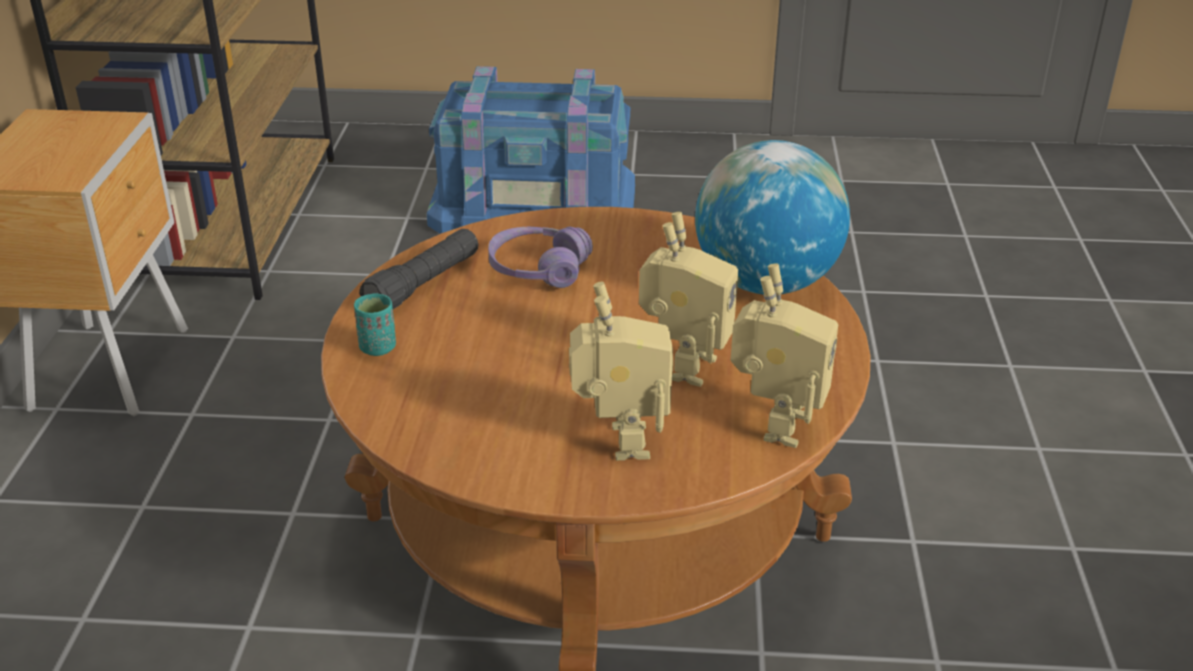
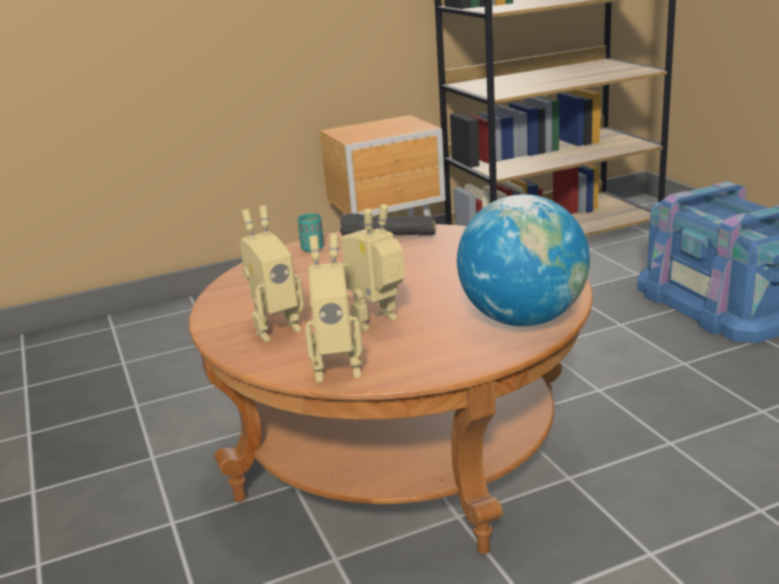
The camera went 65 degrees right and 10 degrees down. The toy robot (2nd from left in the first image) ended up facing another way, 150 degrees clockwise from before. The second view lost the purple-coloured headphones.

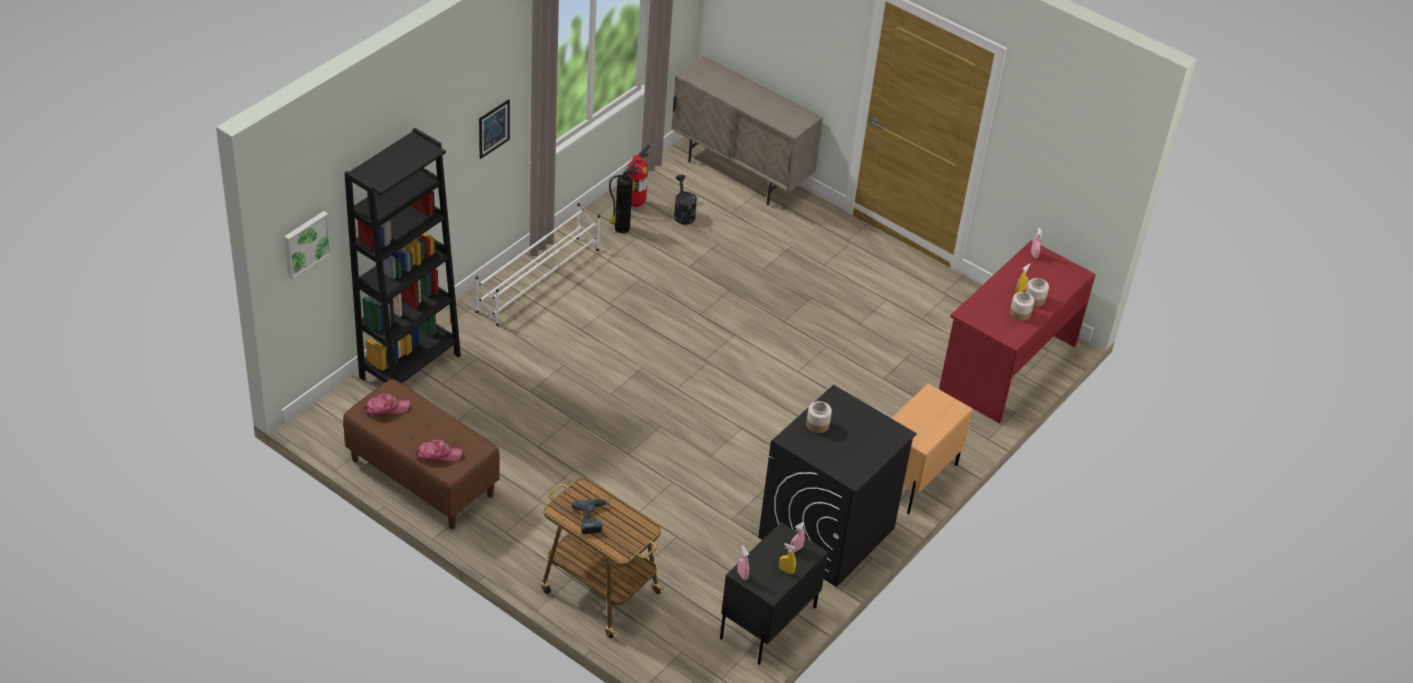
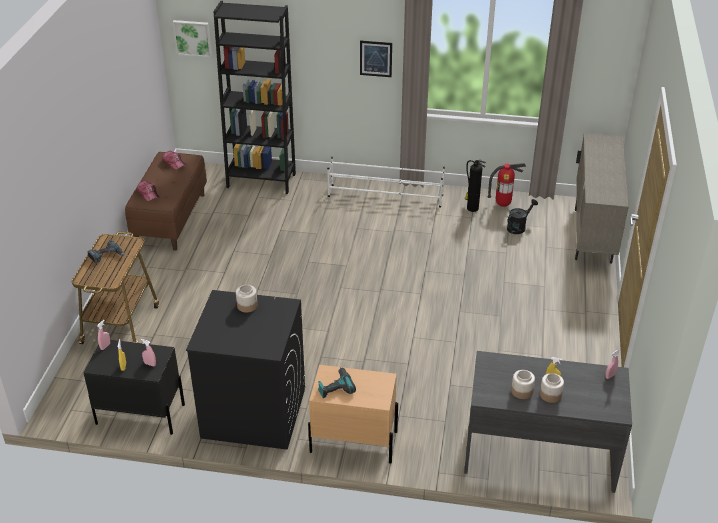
The camera went 65 degrees right and 5 degrees down. What was the red desk turned into the gray desk. The second view gained the electric drill (2nd from left).

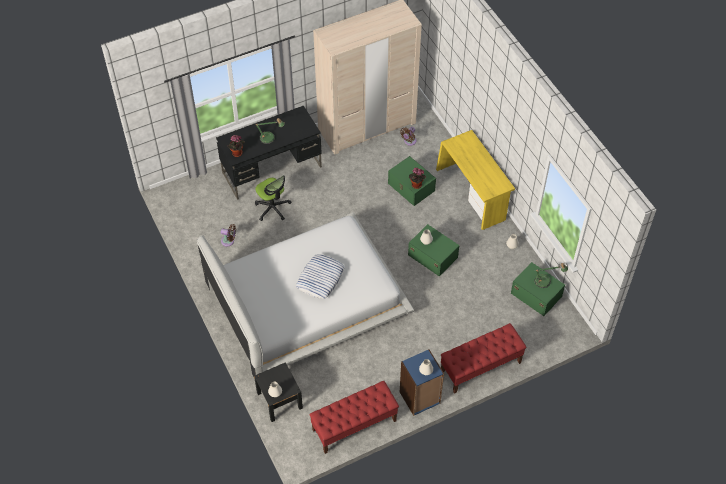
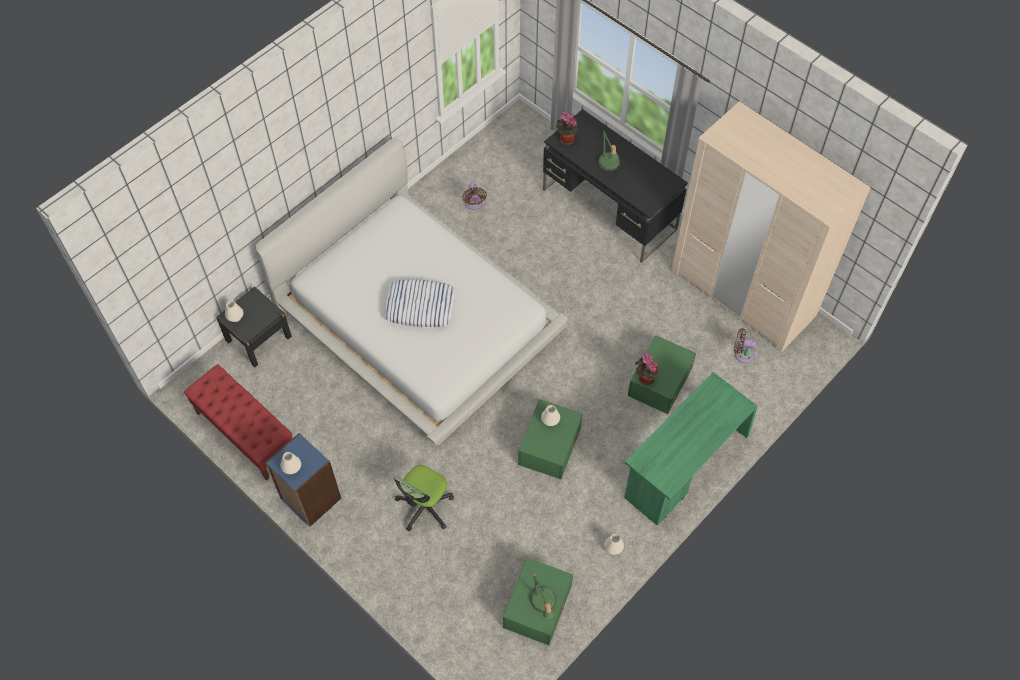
The camera went 70 degrees right and 5 degrees up. What was the yellowish desk turned into the green desk. The desk chair ended up elsewhere. The second view lost the red bench (2nd from left).

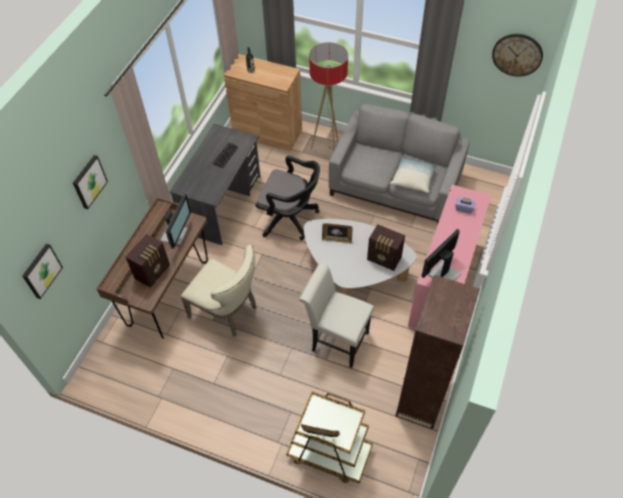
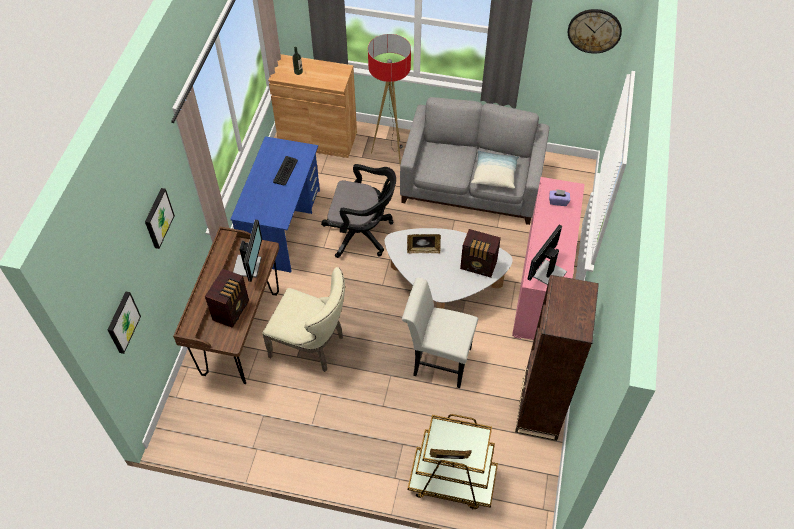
The camera went 10 degrees left and 0 degrees up. What was the gray desk turned into the bluish desk.

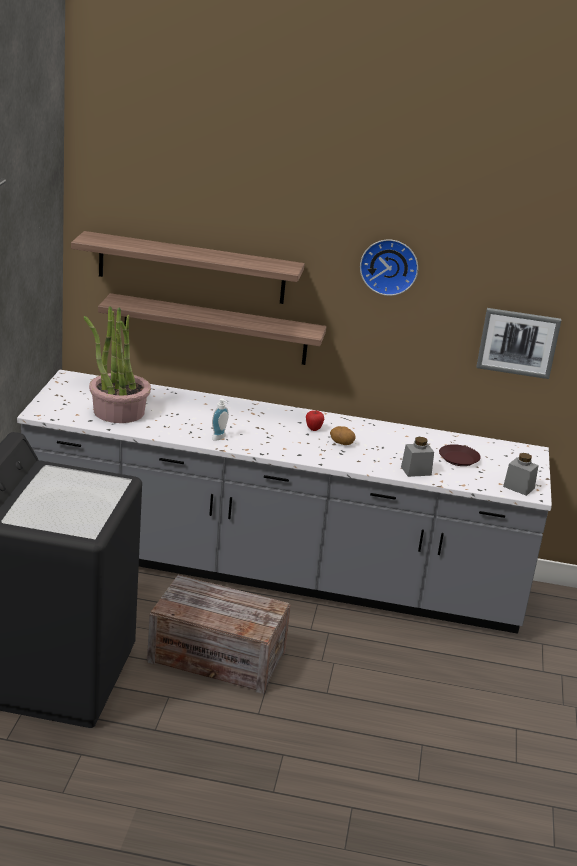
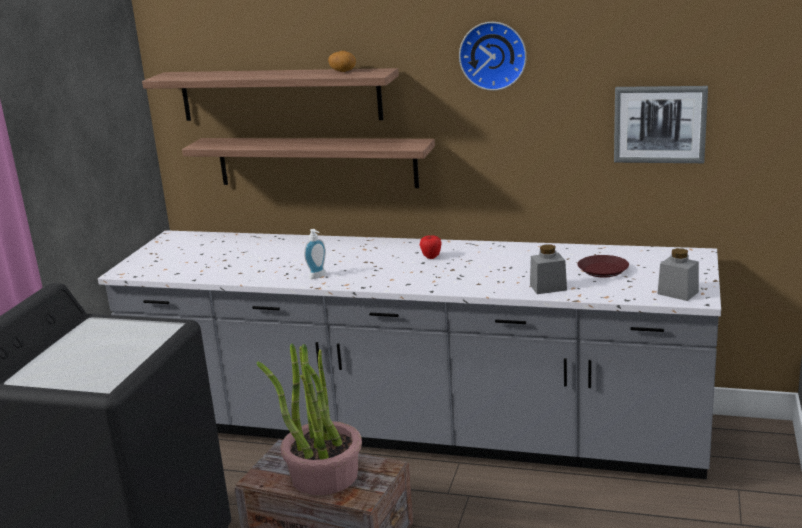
The camera went 10 degrees right and 5 degrees down. The potted plant ended up elsewhere. The whole potato ended up elsewhere.

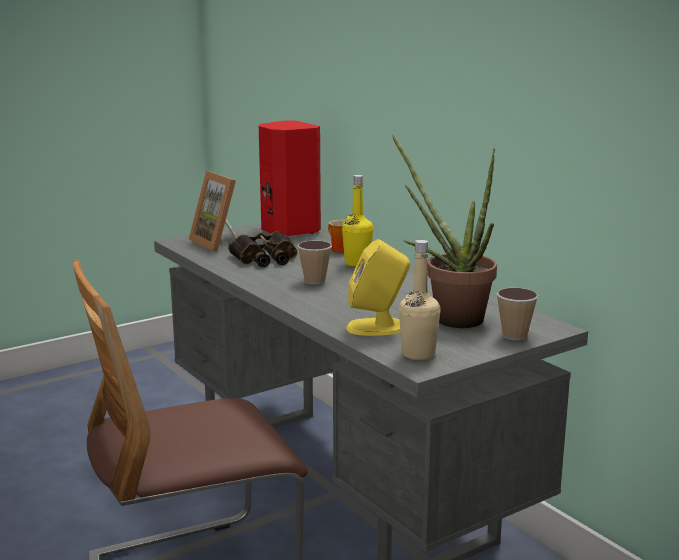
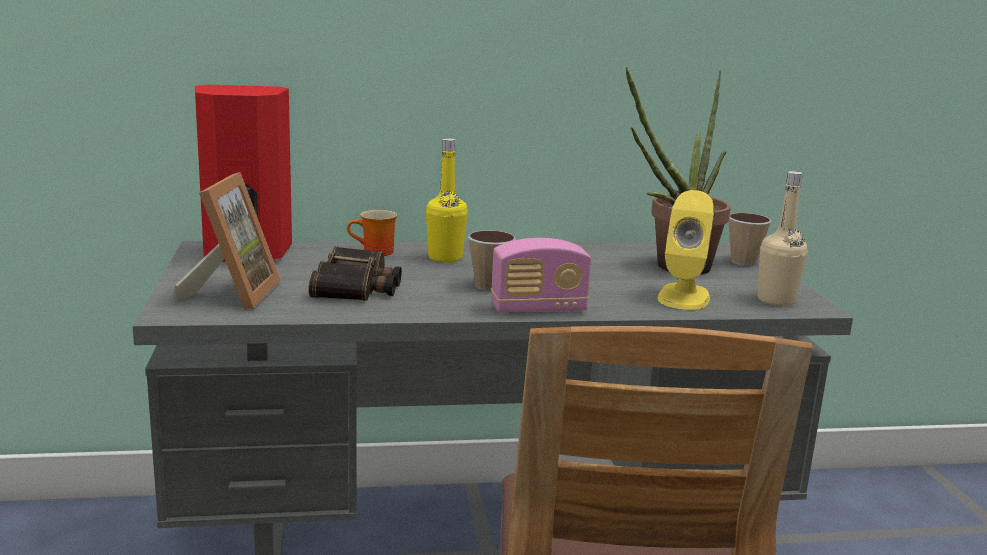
The camera went 65 degrees left and 0 degrees up. The photo frame ended up facing another way, 75 degrees counterclockwise from before. The second view gained the radio receiver.

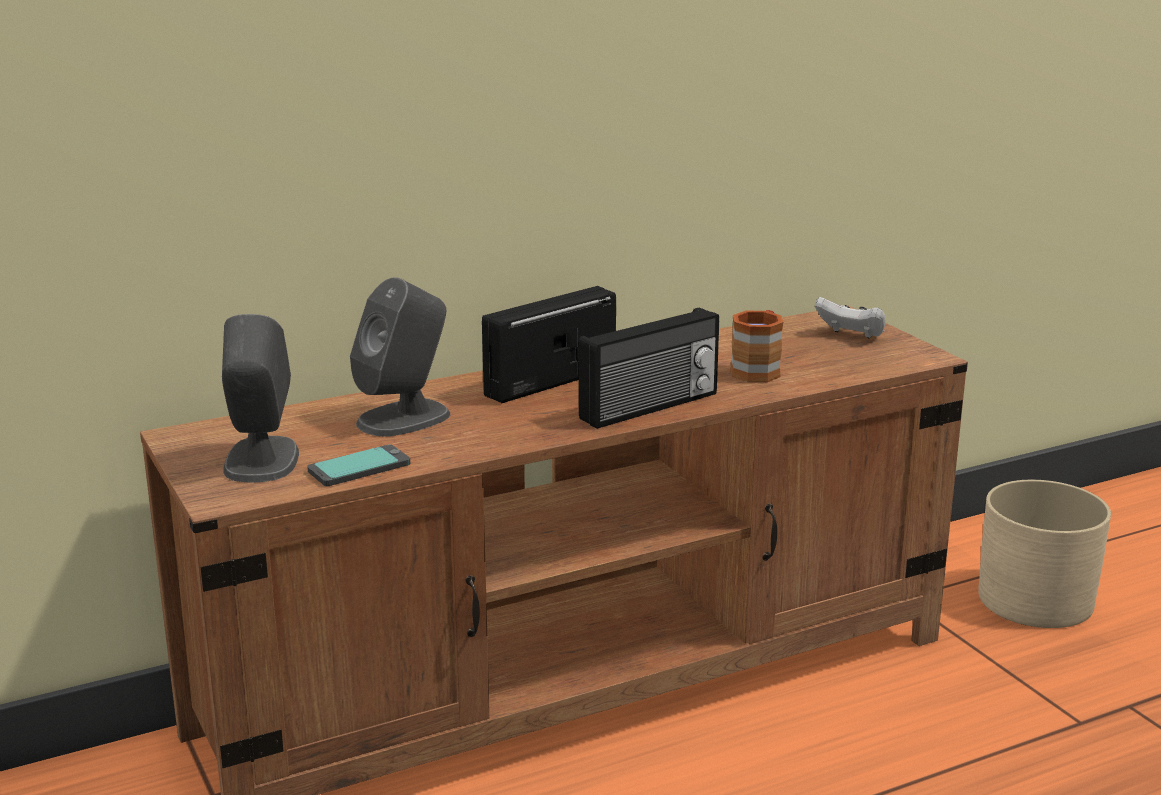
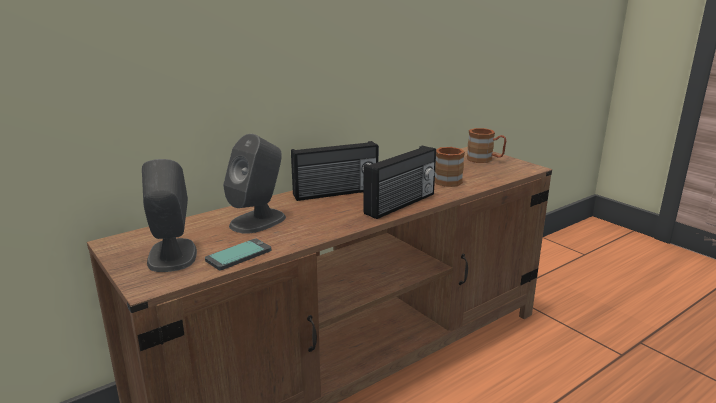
The camera went 10 degrees left and 0 degrees up. The radio receiver (1st from left) ended up facing another way, 150 degrees counterclockwise from before. Where the white-coloured game controller stood, the brown coffee mug (2nd from left) came to stand. The second view lost the sand-coloured planter.

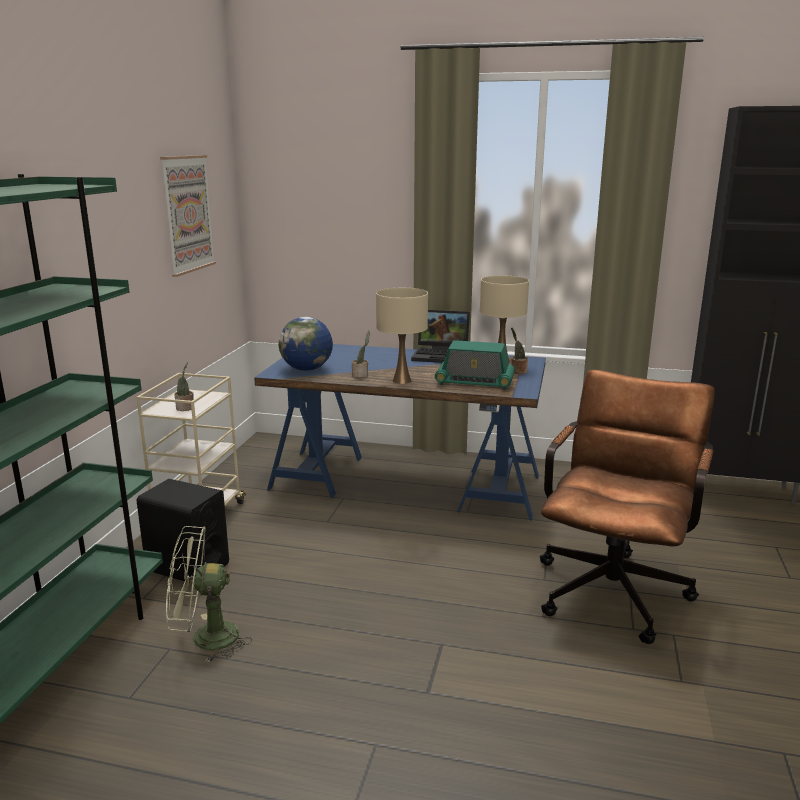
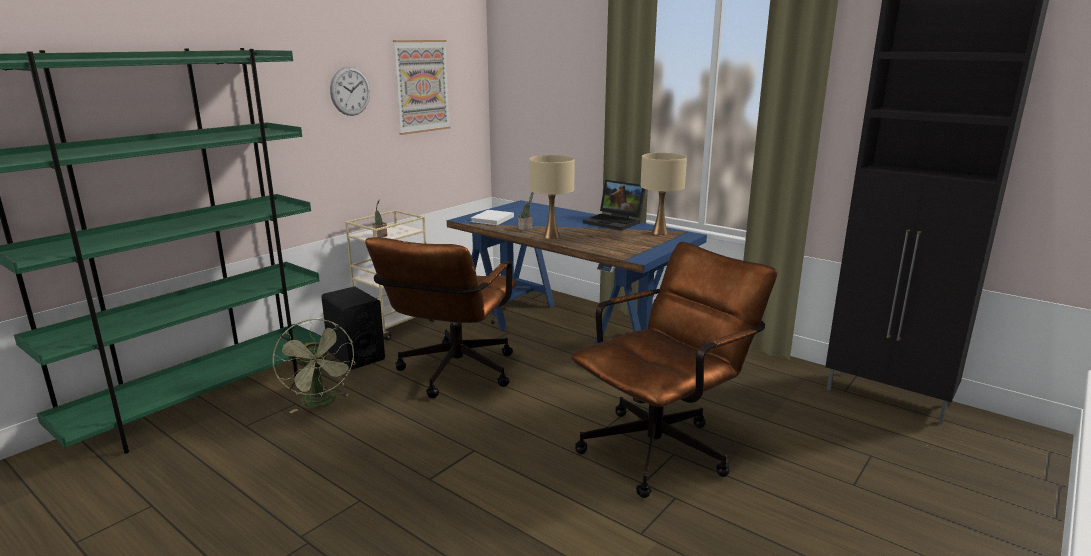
The camera went 25 degrees right and 0 degrees up. Where the globe stood, the white-coloured bound book came to stand. The second view lost the potted plant (3rd from left). The second view lost the radio receiver. The green fan ended up facing another way, 135 degrees counterclockwise from before. The second view gained the hanging clock. The second view gained the brown desk chair (1st from left).

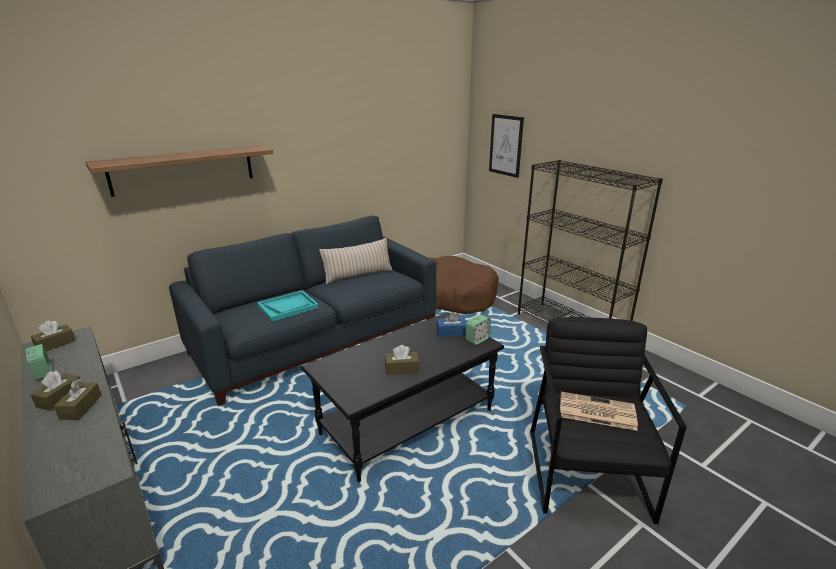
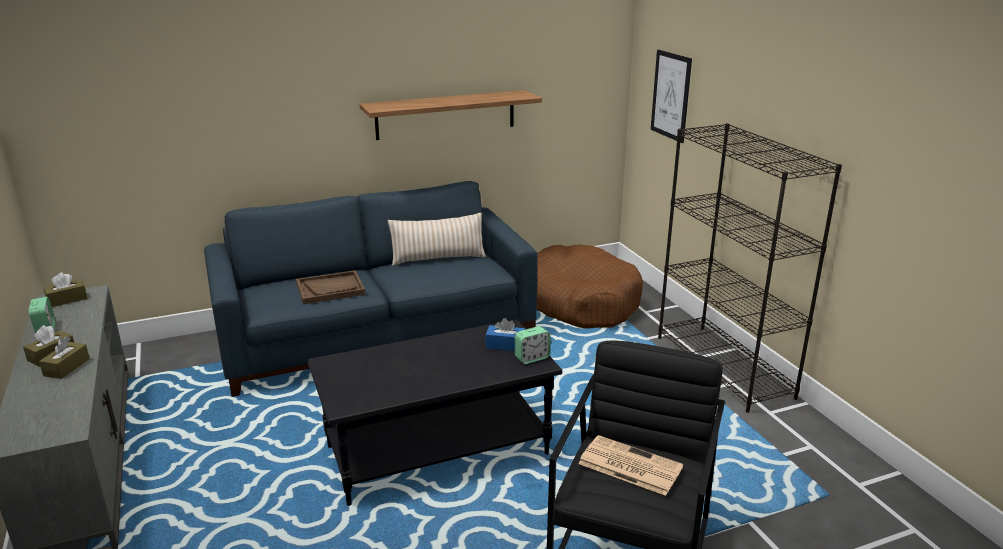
The camera went 15 degrees right and 0 degrees up. The shelf ended up elsewhere. What was the blue-green tray turned into the brown tray. The second view lost the brown tissue box (4th from left).

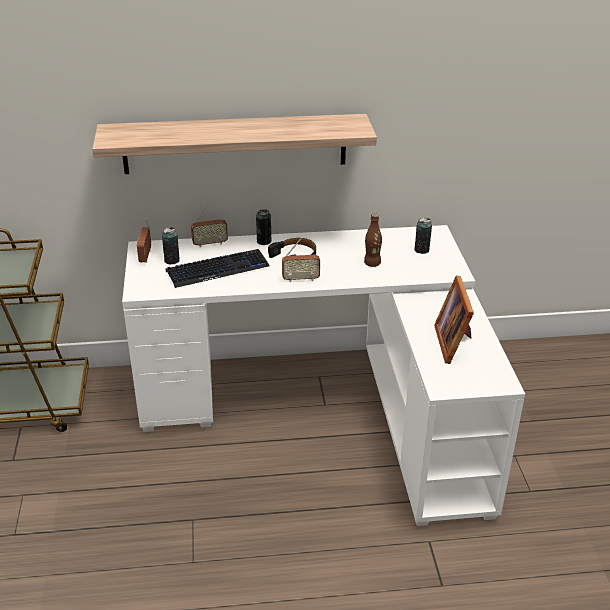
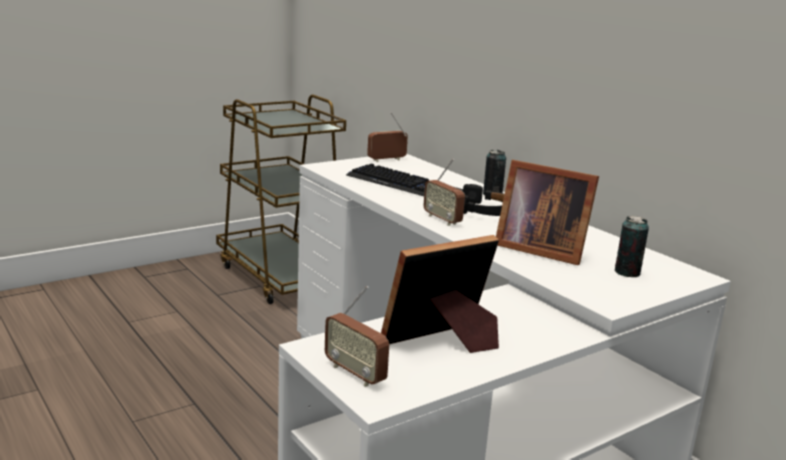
The camera went 60 degrees right and 15 degrees down. The second view lost the shelf. The radio receiver (2nd from left in the first image) ended up elsewhere. Where the brown bottle stood, the photo frame (2nd from left) came to stand. The second view lost the can (1st from left).

